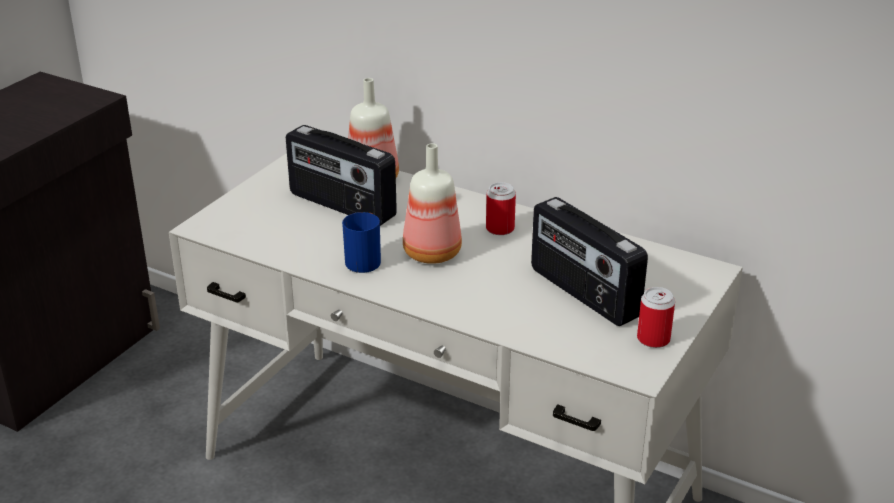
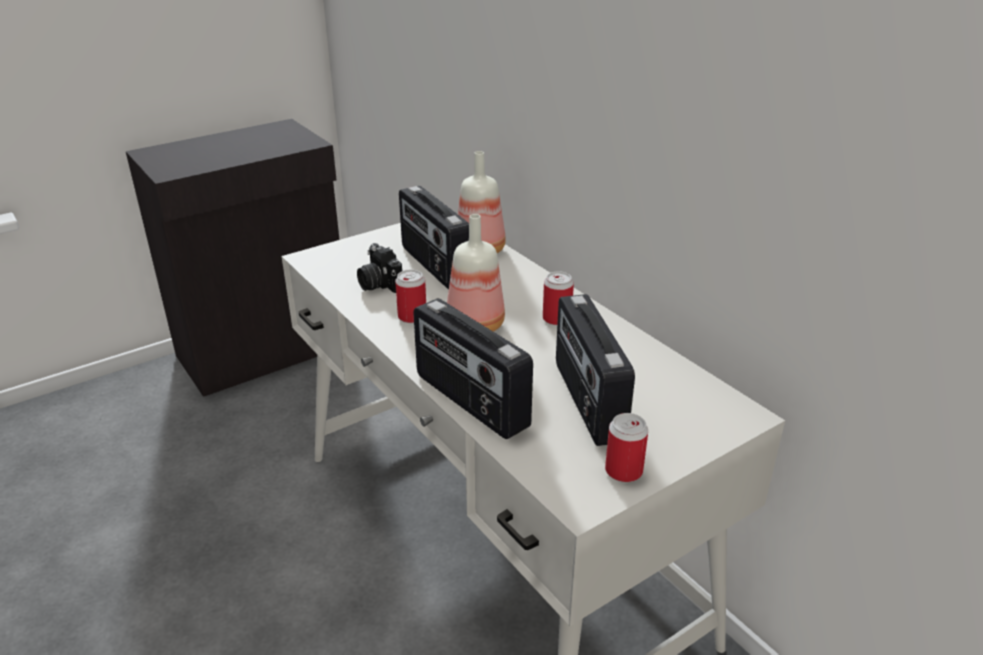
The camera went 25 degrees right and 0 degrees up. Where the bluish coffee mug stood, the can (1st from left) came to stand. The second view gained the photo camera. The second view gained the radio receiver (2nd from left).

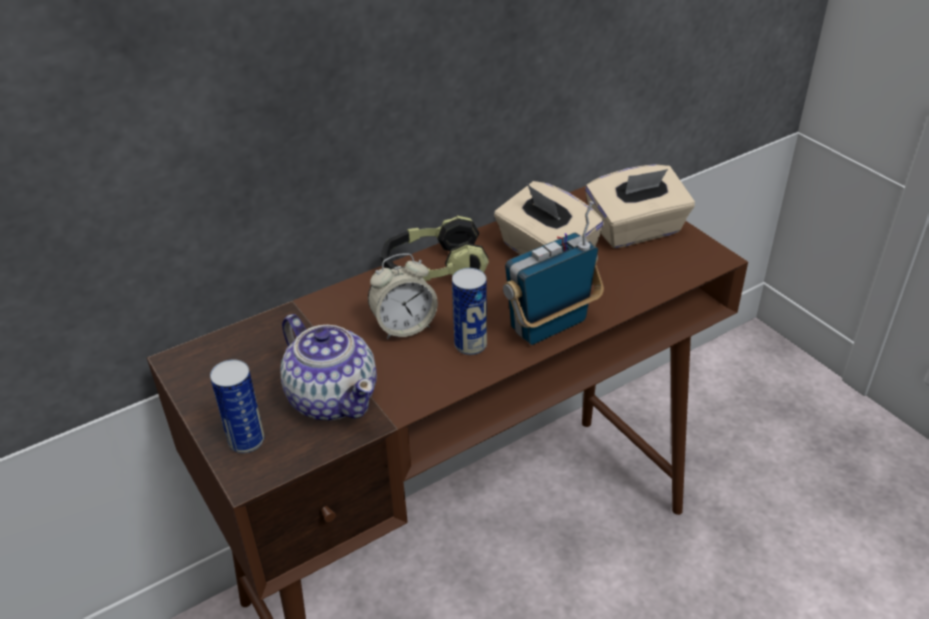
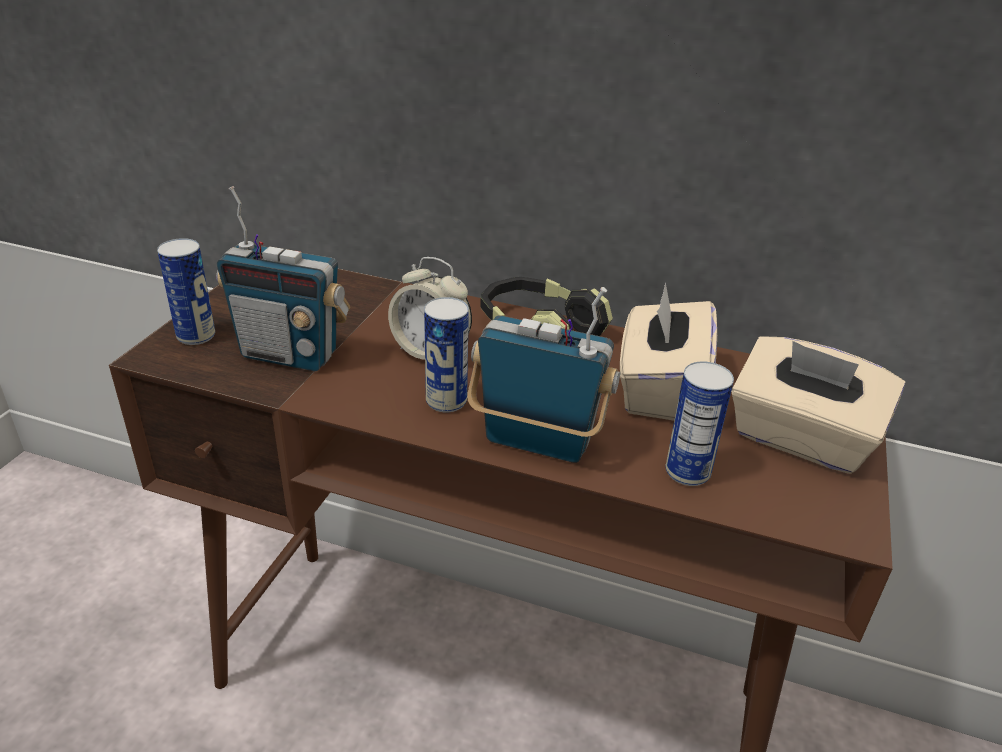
The camera went 50 degrees right and 5 degrees down. Where the teapot stood, the radio receiver (1st from left) came to stand. The second view gained the can (3rd from left).

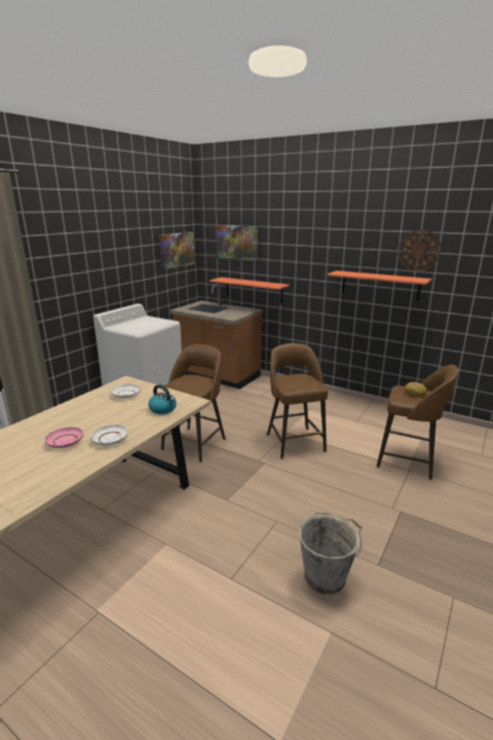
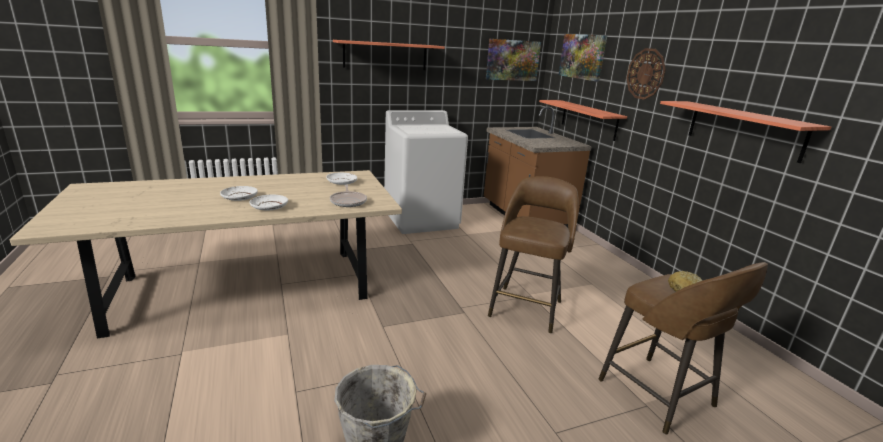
The camera went 35 degrees right and 0 degrees up. The hanging clock ended up elsewhere. The second view lost the brown stool seat (1st from left). Where the tea kettle stood, the skillet came to stand. What was the pinkish plate turned into the white-coloured plate (1st from left). The second view gained the shelf (1st from left).

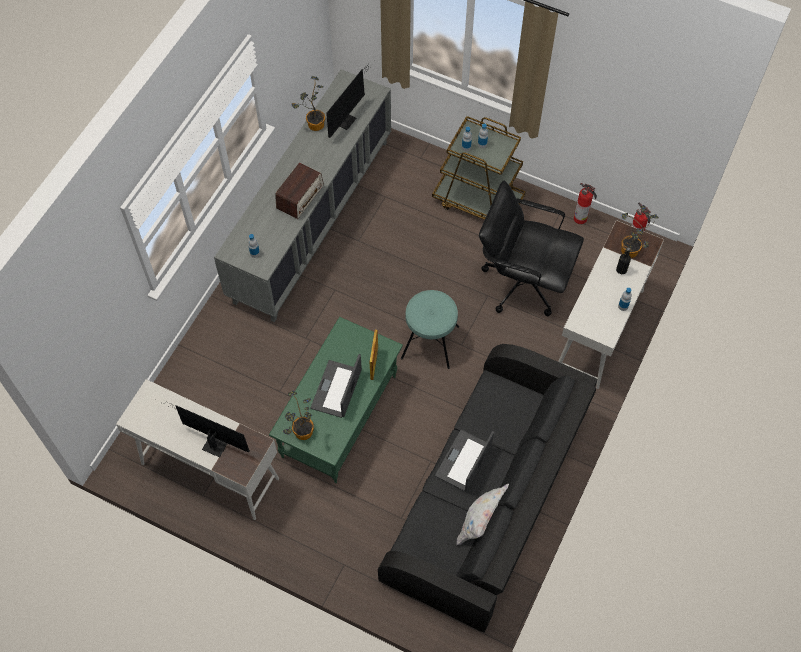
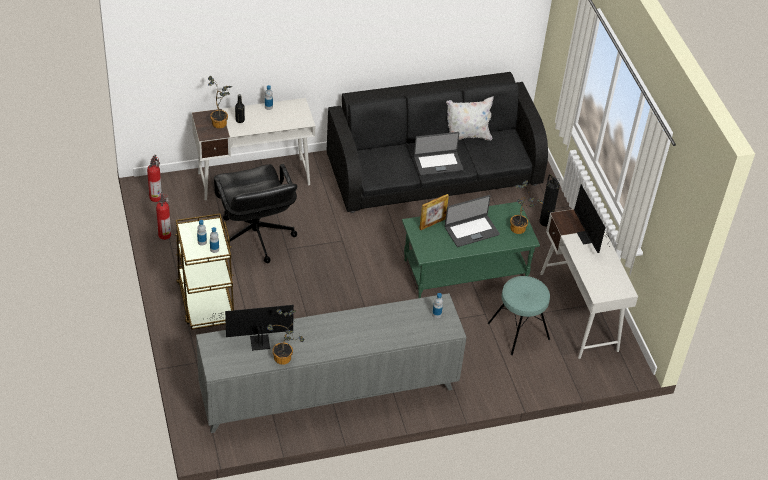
The camera went 135 degrees left and 15 degrees down. The second view lost the radio receiver. The blue-green stool seat ended up elsewhere. The second view gained the fire extinguisher (3rd from left).

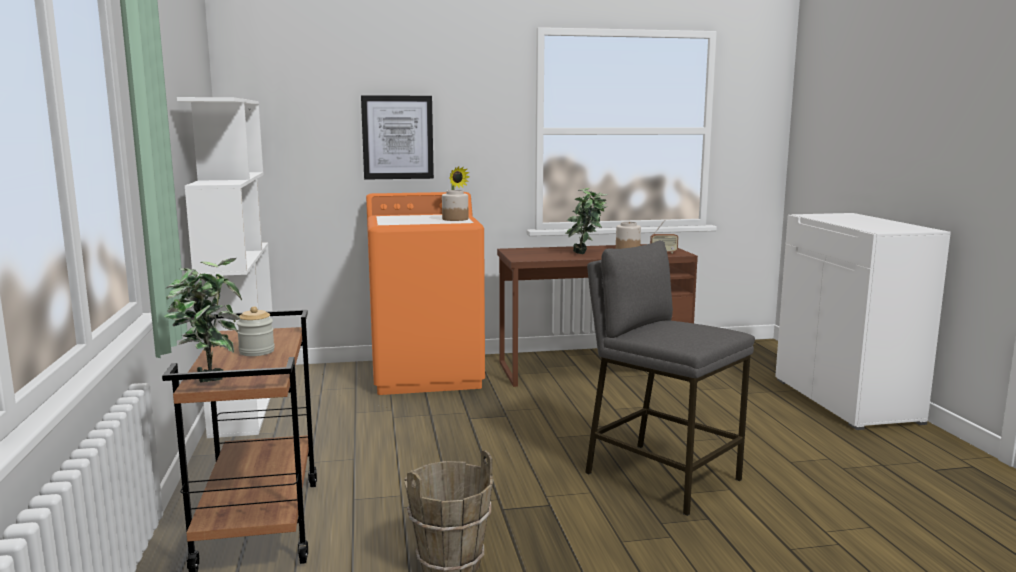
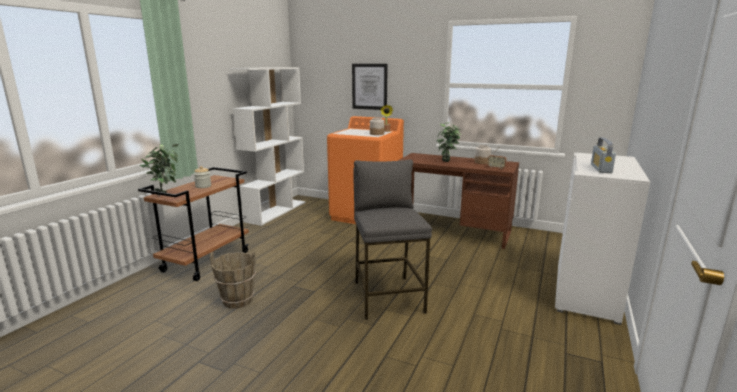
The camera went 35 degrees right and 5 degrees up. The second view gained the radio receiver (2nd from left).

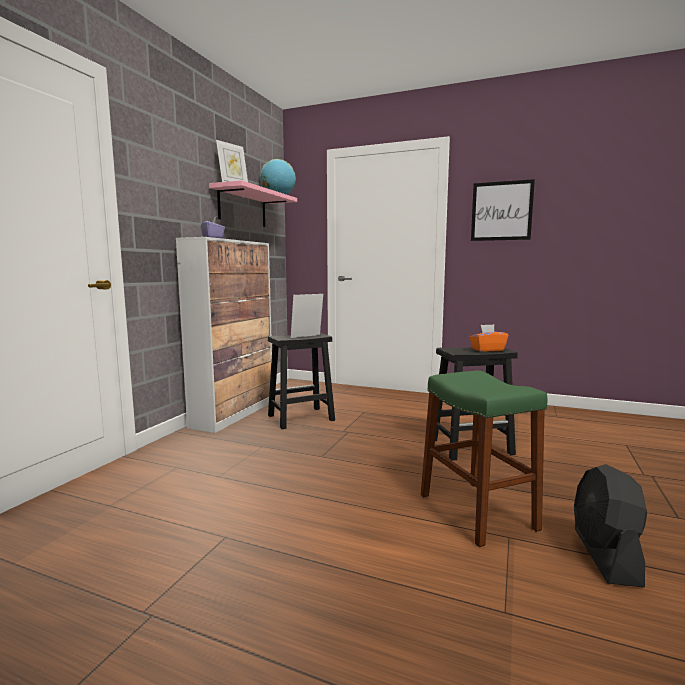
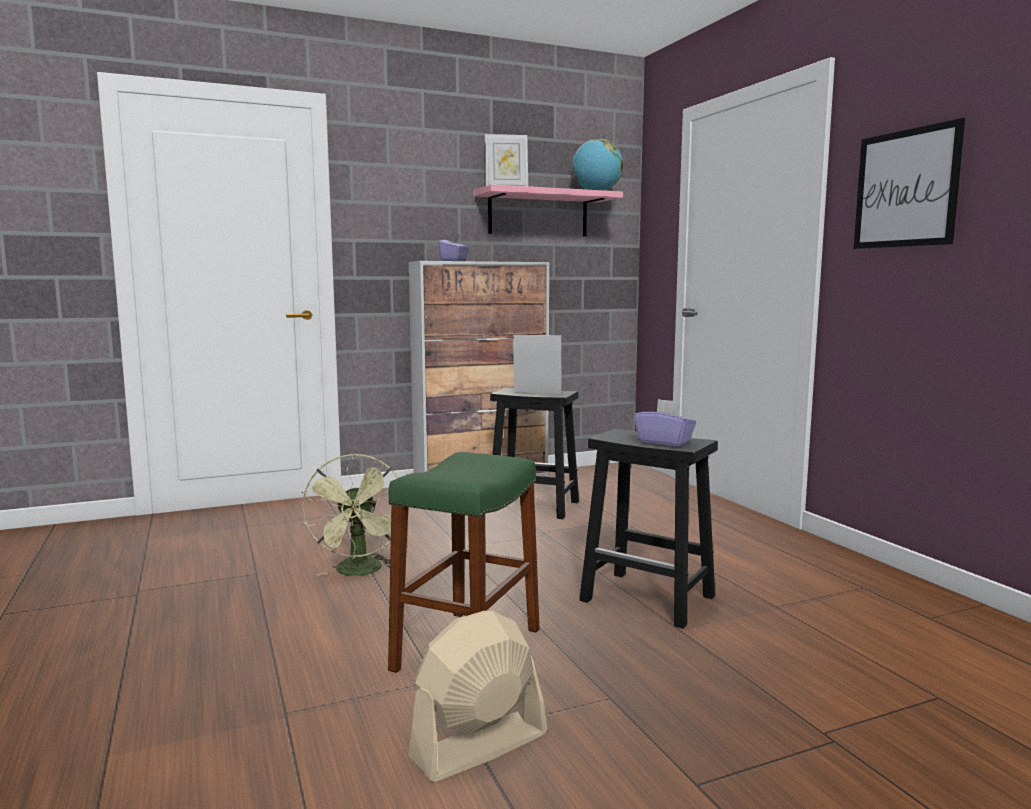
The camera went 45 degrees right and 0 degrees up. What was the orangey tissue box turned into the purple-coloured tissue box (2nd from left). What was the black-coloured fan turned into the sand-coloured fan. The second view gained the green fan.

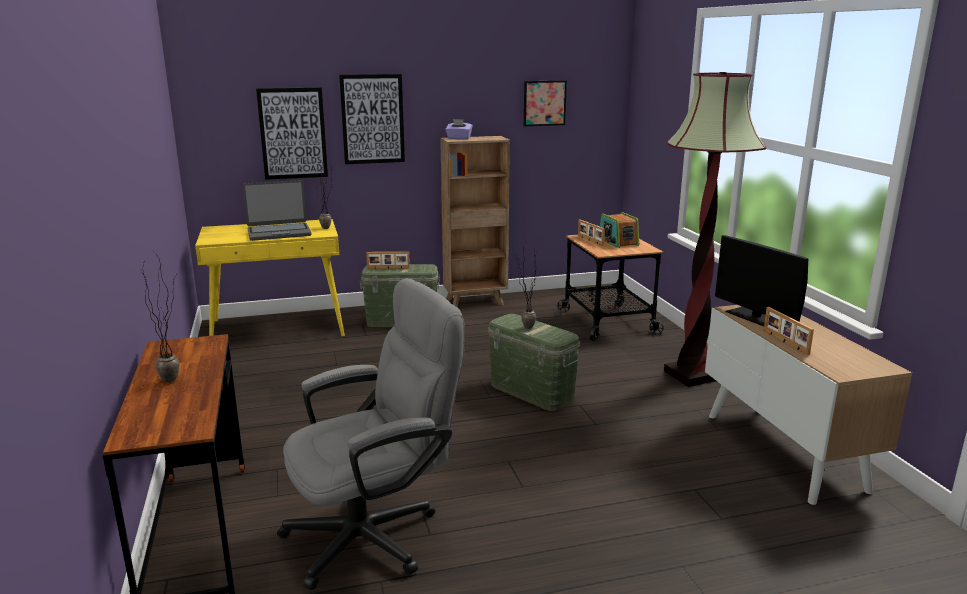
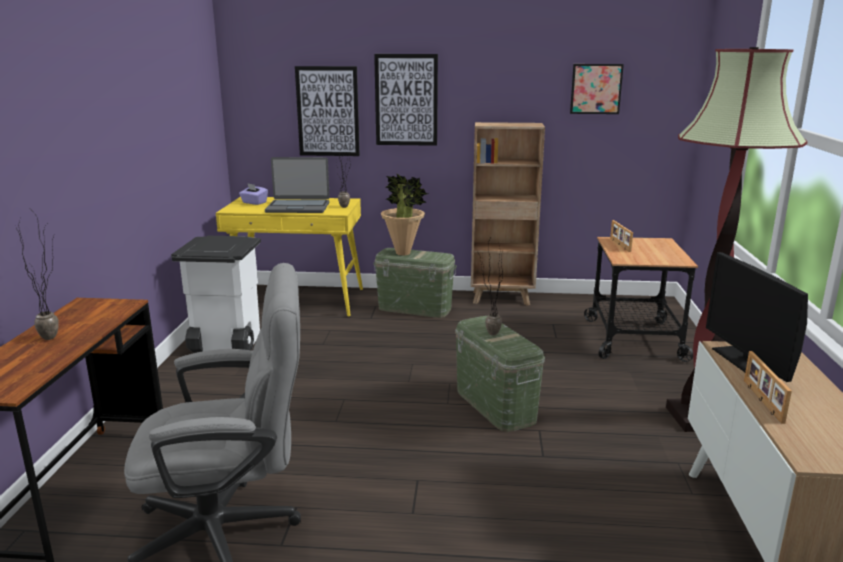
The camera went 20 degrees right and 0 degrees up. The purple-coloured tissue box ended up elsewhere. The second view lost the radio receiver. Where the photo frame (1st from left) stood, the potted plant (3rd from left) came to stand. The second view gained the white-coloured rubbish bin.

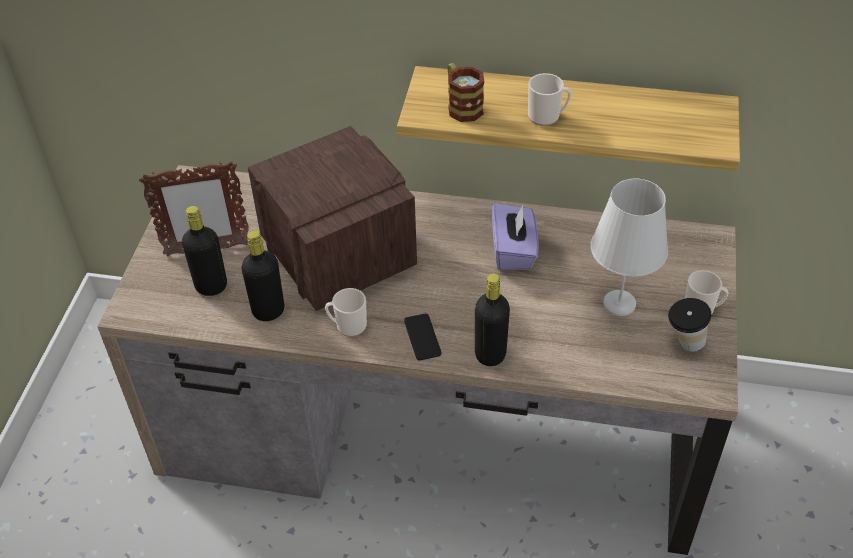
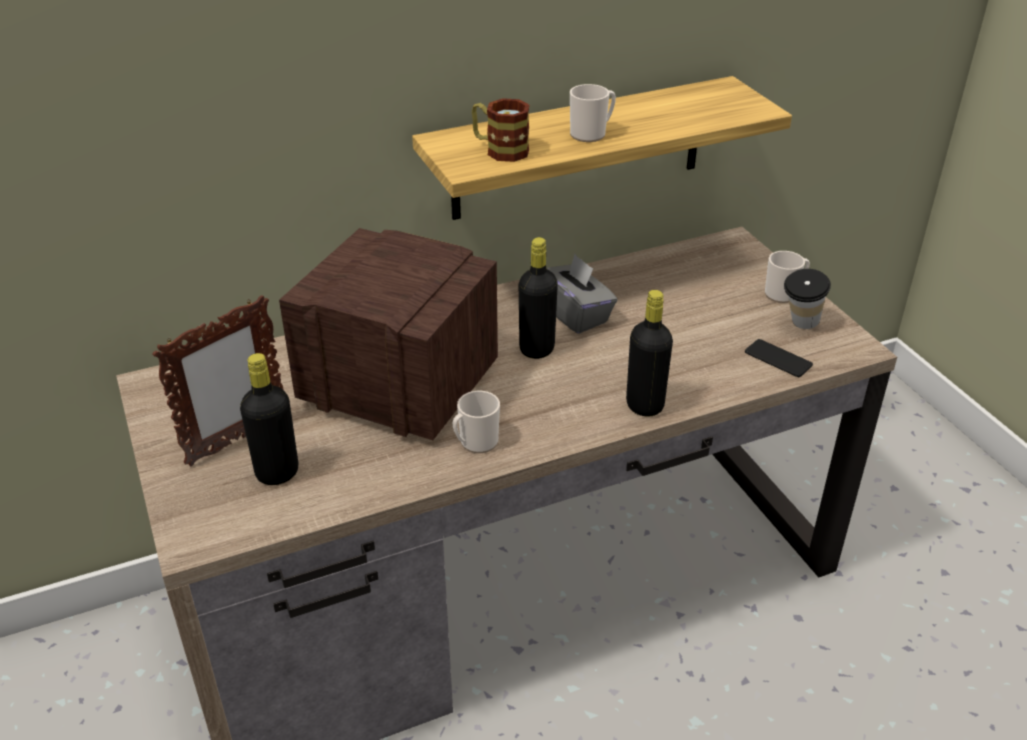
The camera went 35 degrees left and 10 degrees down. The second view lost the white-coloured table lamp. What was the purple-coloured tissue box turned into the gray tissue box. The black-coloured bottle (2nd from left) ended up elsewhere. The handset ended up elsewhere.

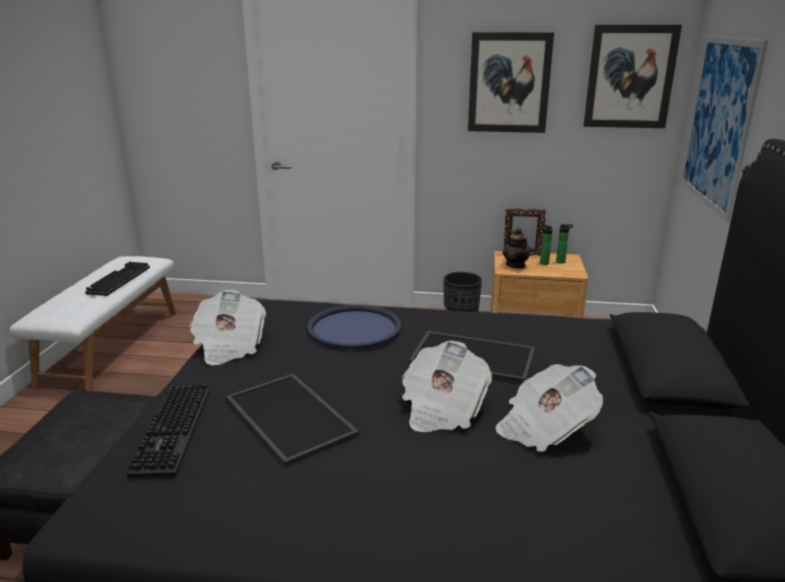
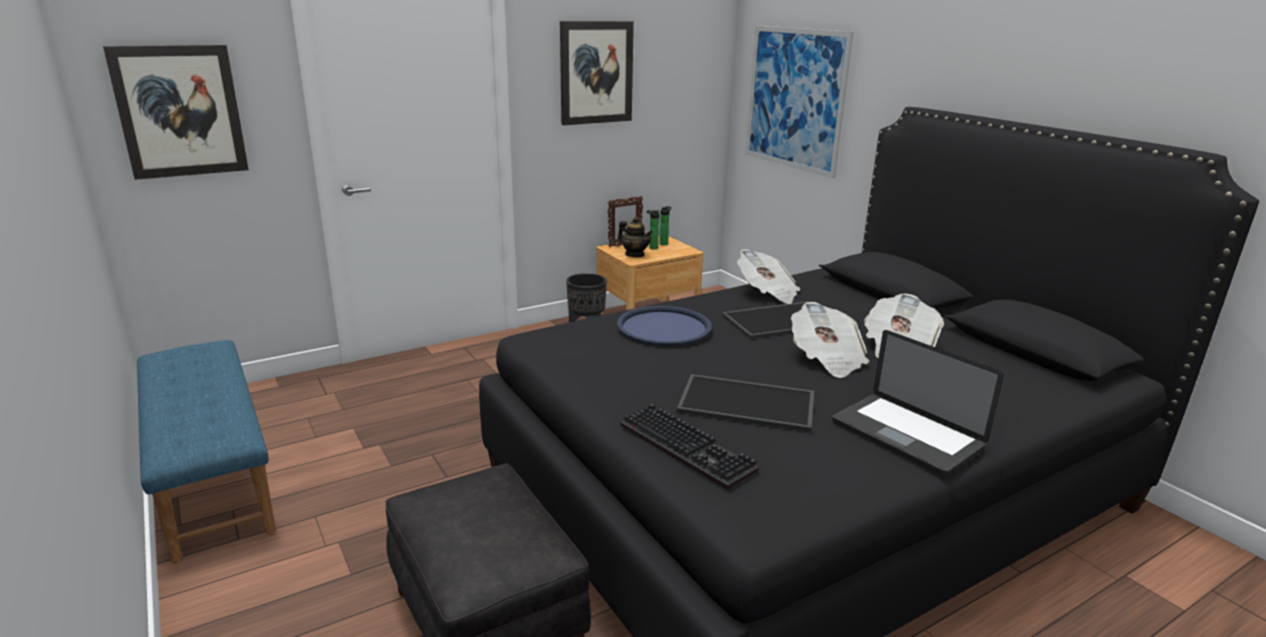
The camera went 40 degrees left and 0 degrees up. The wall art (2nd from left in the first image) ended up elsewhere. What was the white-coloured bench turned into the bluish bench. The second view lost the keyboard (1st from left). The newspaper (1st from left) ended up elsewhere. The second view gained the notebook computer.

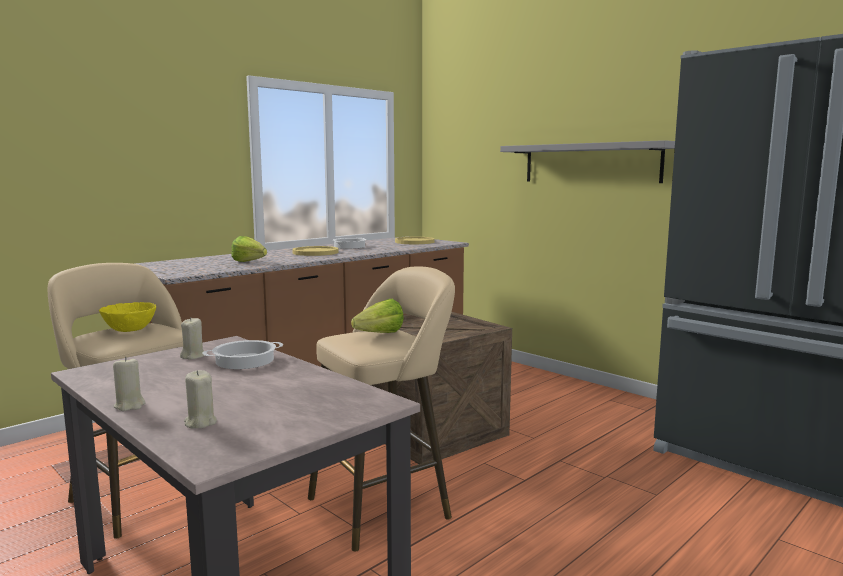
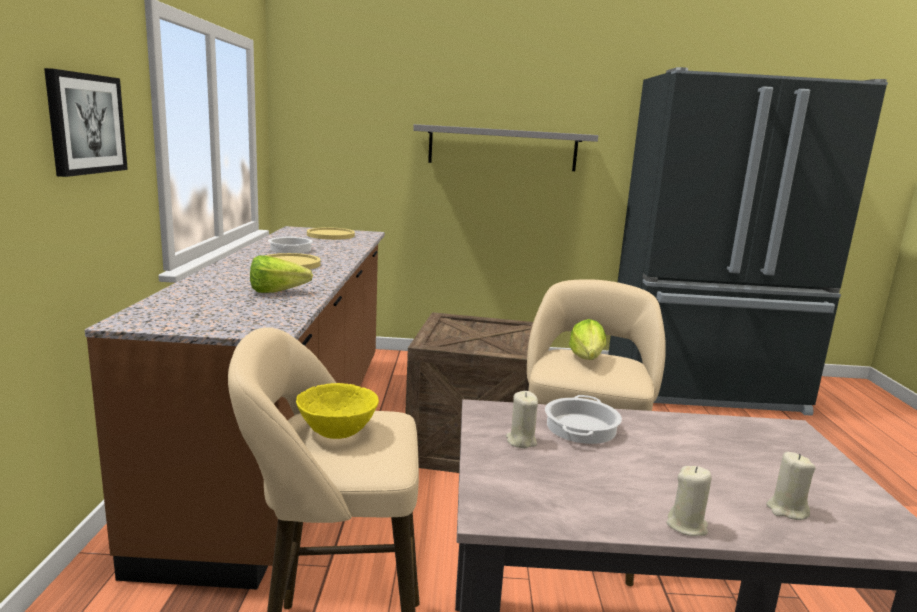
The camera went 45 degrees left and 5 degrees up. The second view gained the wall art.

